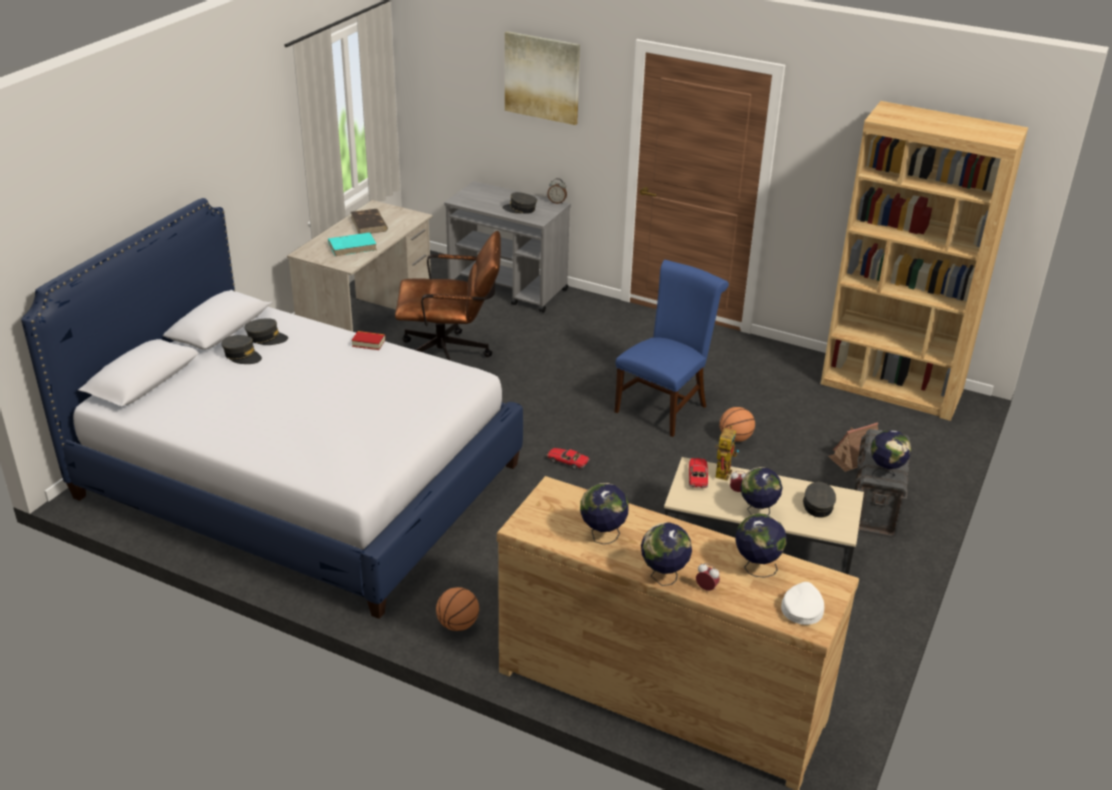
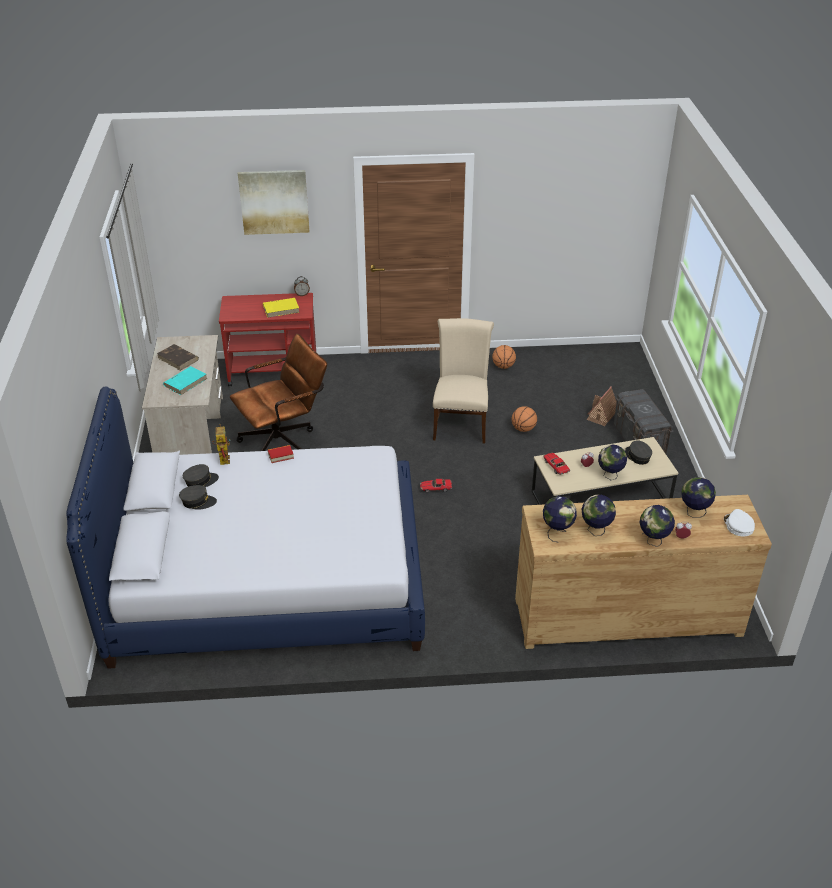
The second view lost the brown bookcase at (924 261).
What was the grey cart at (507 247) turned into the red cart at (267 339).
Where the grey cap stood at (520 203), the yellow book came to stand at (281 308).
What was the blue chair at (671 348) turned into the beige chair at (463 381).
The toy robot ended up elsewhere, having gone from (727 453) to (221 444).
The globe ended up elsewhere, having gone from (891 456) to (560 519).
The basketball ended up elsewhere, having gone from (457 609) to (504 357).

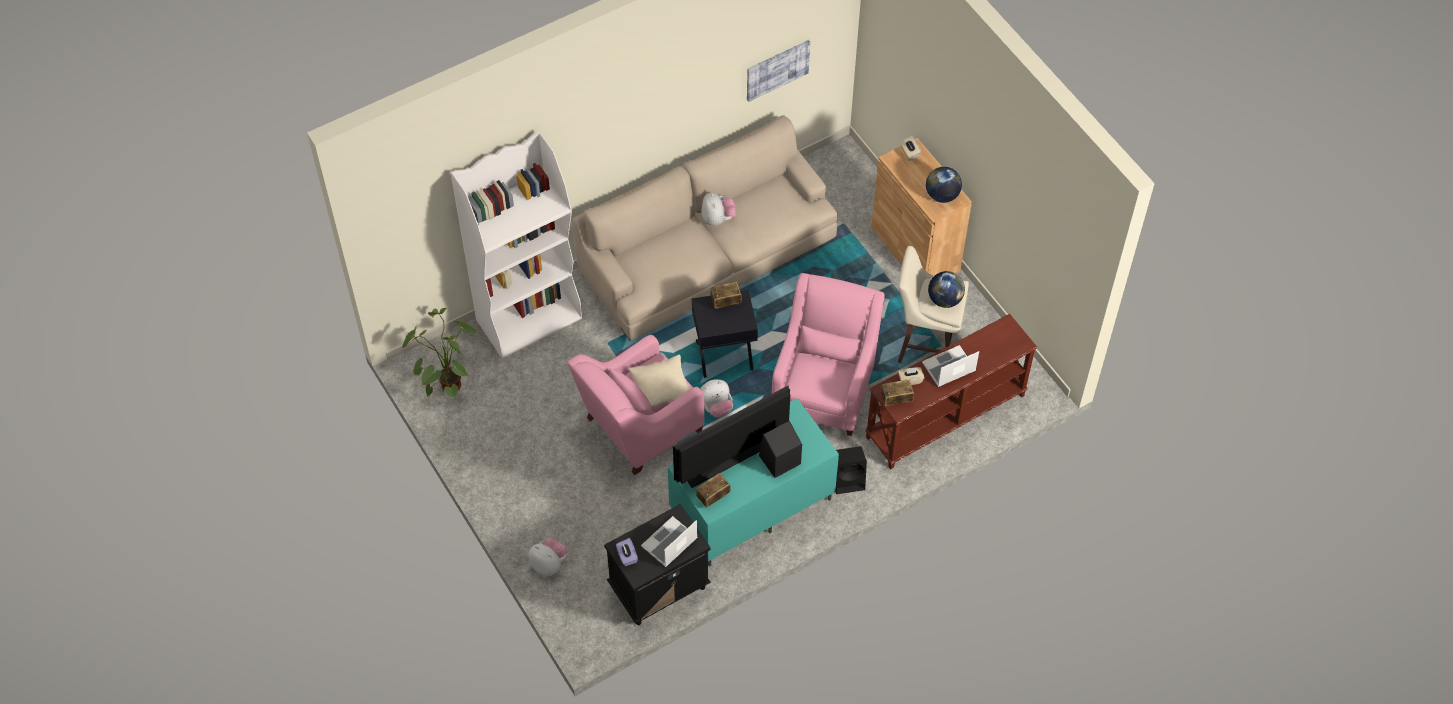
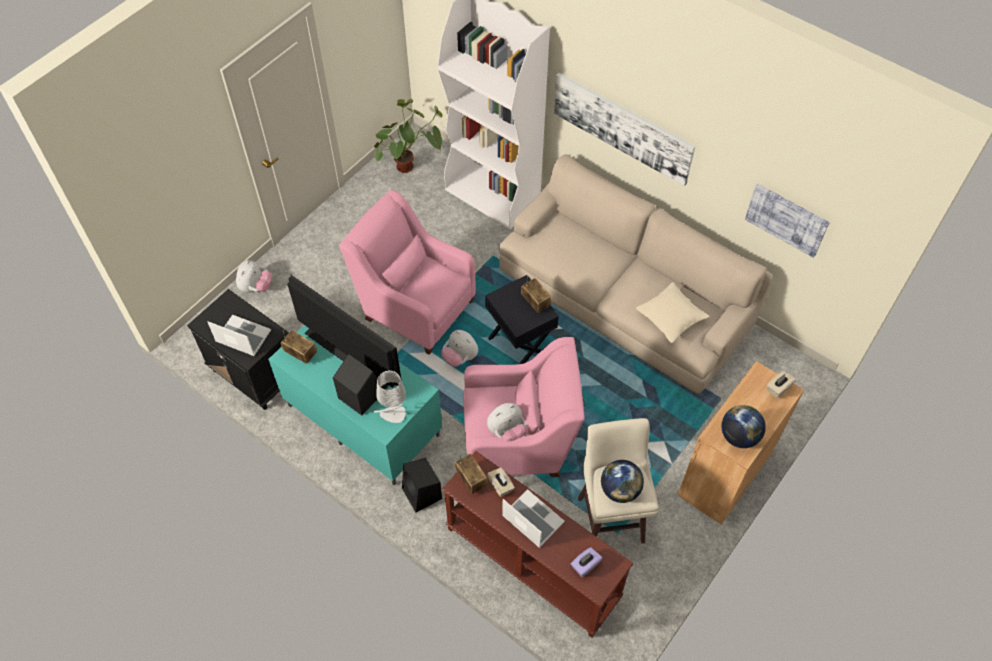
The plush toy ended up elsewhere, having gone from (719 209) to (507 422).
The beige pillow ended up elsewhere, having gone from (660 381) to (673 312).
The purple tissue box ended up elsewhere, having gone from (627 552) to (587 562).
The second view gained the picture at (625 129).
The second view gained the grey table lamp at (390 397).

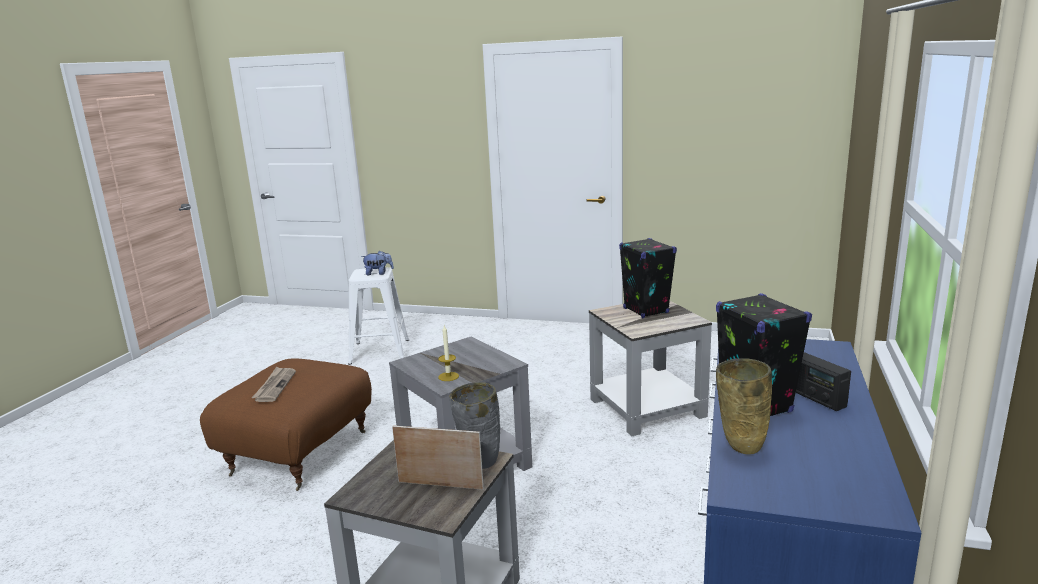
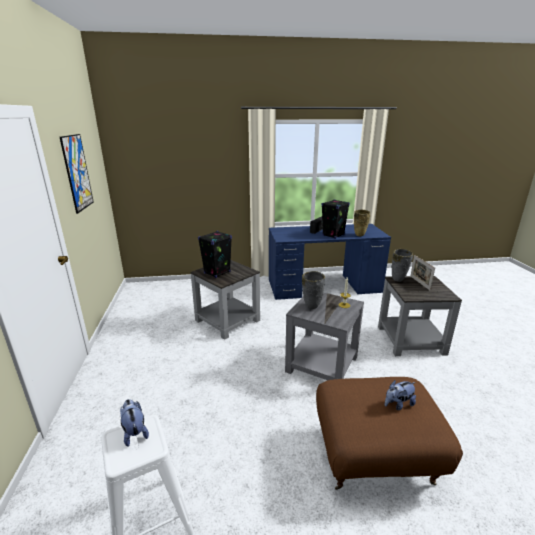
Where the newspaper stood at (274 384), the plush toy came to stand at (400 395).
The second view gained the picture at (77 174).
The second view gained the grey vase at (313 290).

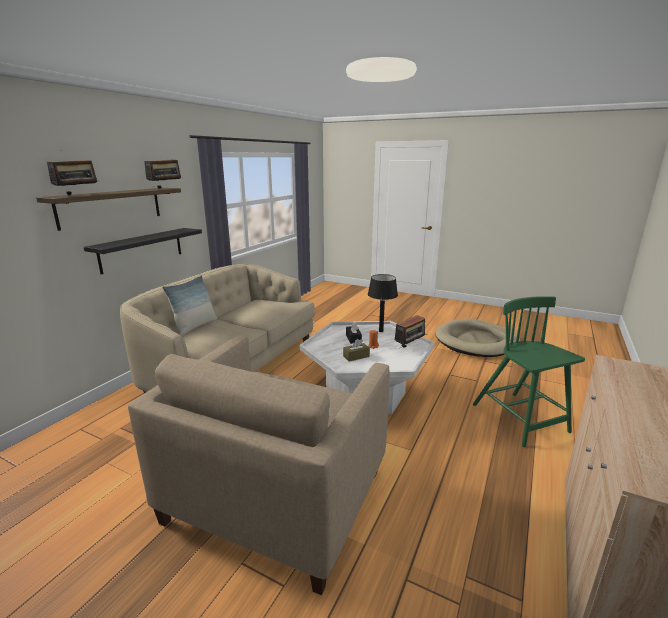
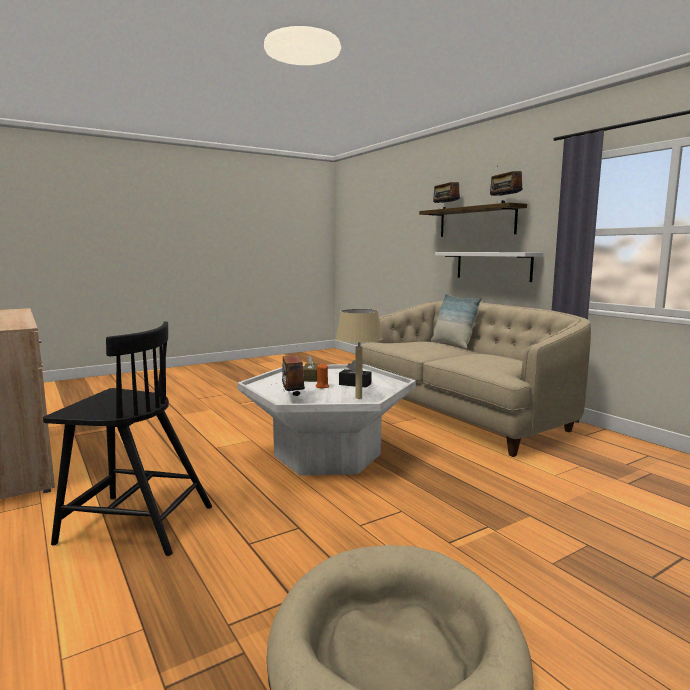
What was the black shelf at (143 251) turned into the white shelf at (489 267).
What was the black table lamp at (383 303) turned into the beige table lamp at (359 354).
What was the green chair at (529 371) turned into the black chair at (127 439).
The second view lost the beige armchair at (259 465).

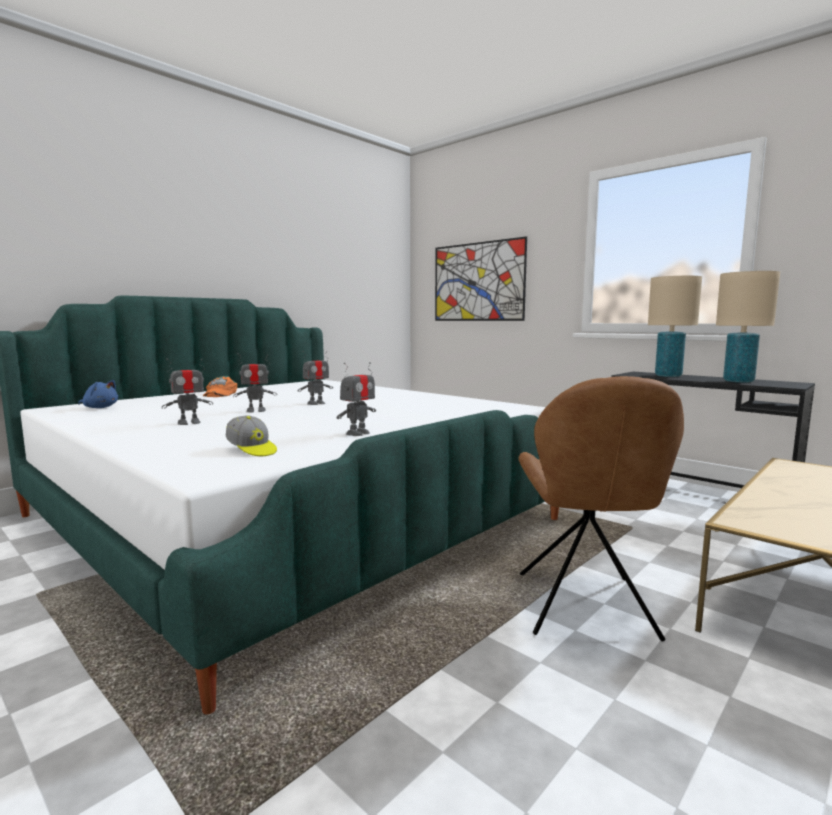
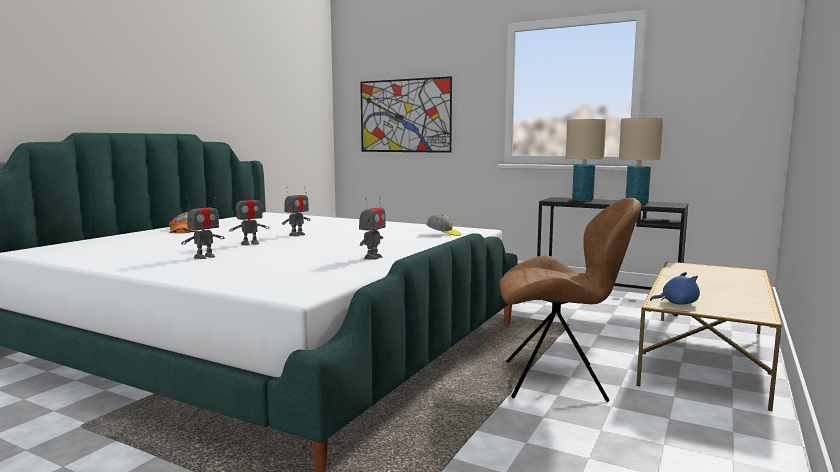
The brown chair at (601 508) ended up facing another way, 75 degrees counterclockwise from before.
The blue plush toy ended up elsewhere, having gone from (98 394) to (675 288).
The cap ended up elsewhere, having gone from (251 435) to (443 225).

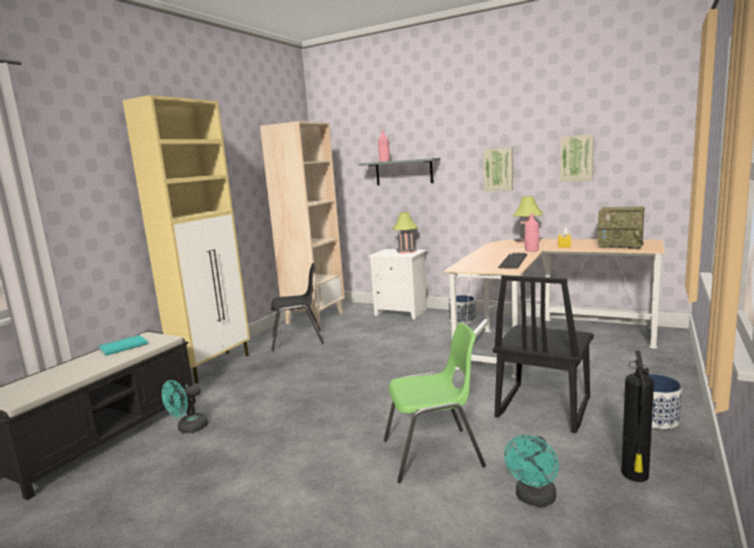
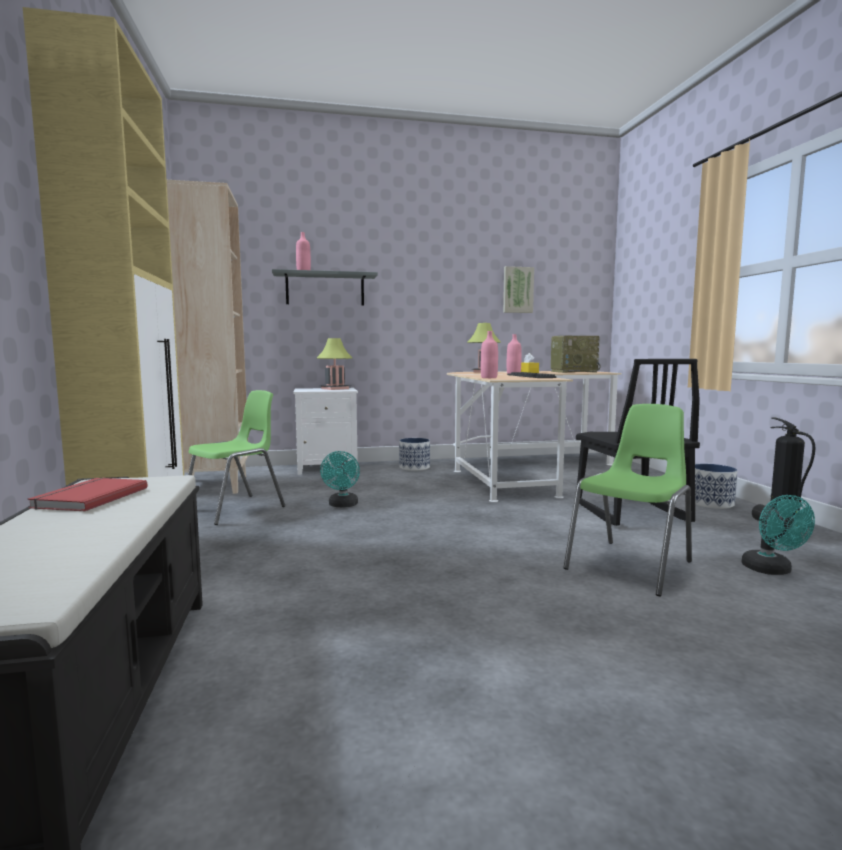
The second view lost the picture at (498 169).
What was the black chair at (297 307) turned into the green chair at (236 457).
What was the turquoise book at (123 345) turned into the red book at (88 494).
The turquoise fan ended up elsewhere, having gone from (185 407) to (340 479).
The second view gained the pink bottle at (489 354).

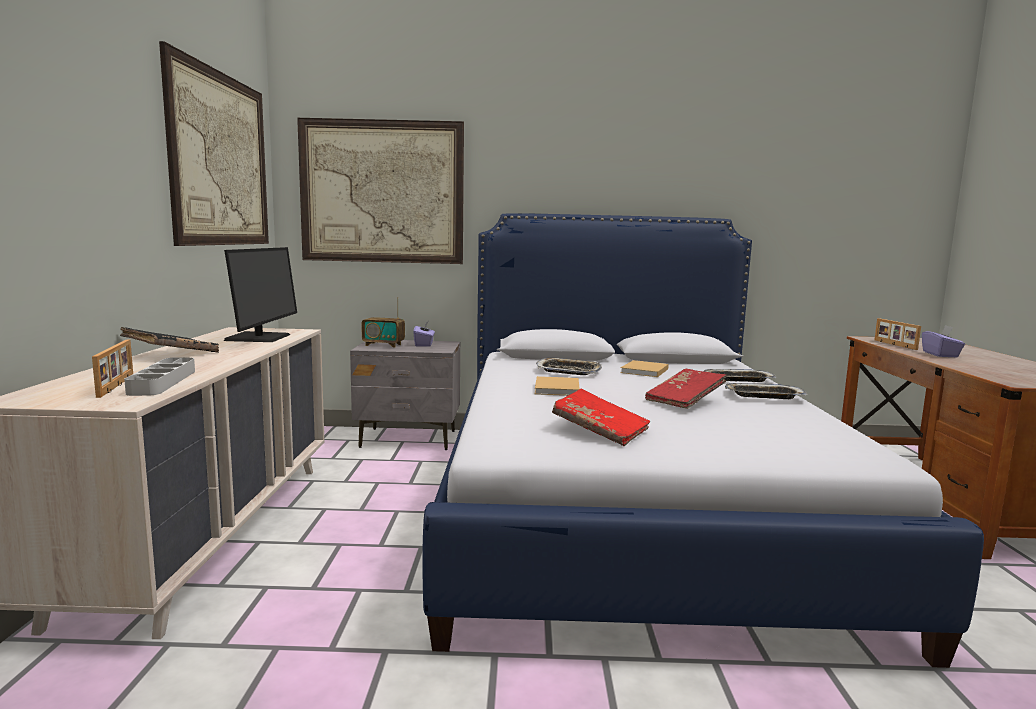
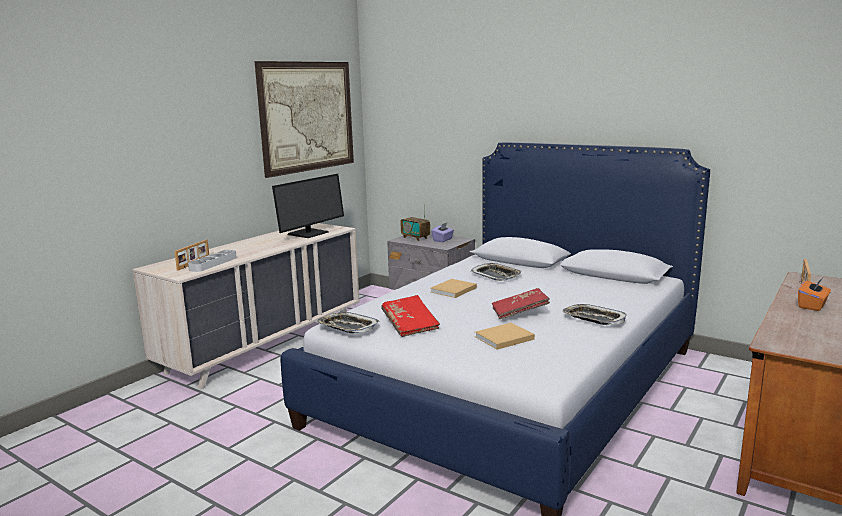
The second view lost the picture at (380 191).
What was the purple tissue box at (943 341) turned into the orange tissue box at (814 294).
The second view lost the black book at (169 340).
The beige book ended up elsewhere, having gone from (644 368) to (505 336).
The tray ended up elsewhere, having gone from (740 375) to (348 322).

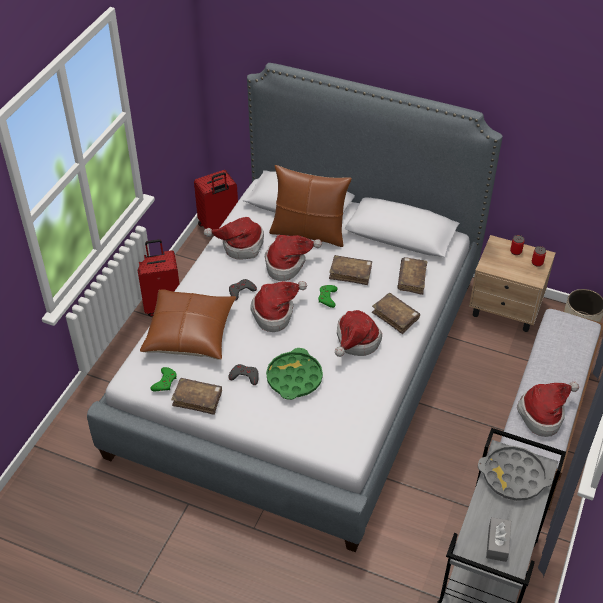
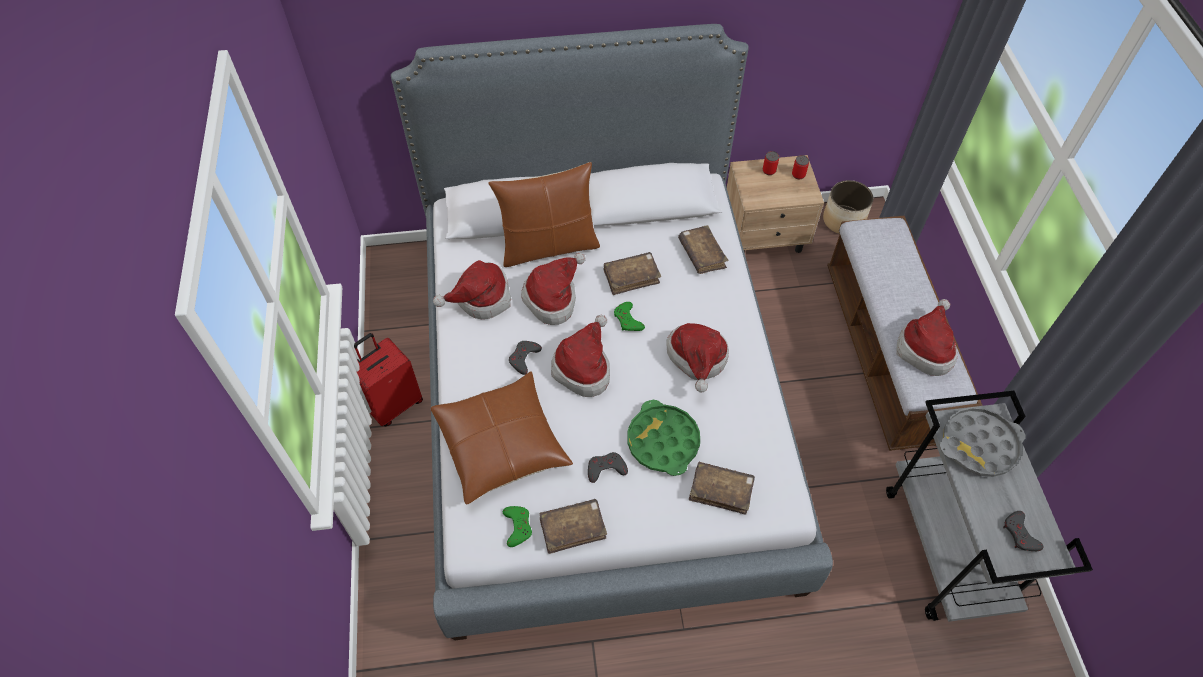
The second view lost the red suitcase at (216 200).
The brown book ended up elsewhere, having gone from (396 313) to (722 488).
Where the grey tissue box stood at (498 539), the grey game controller came to stand at (1023 531).

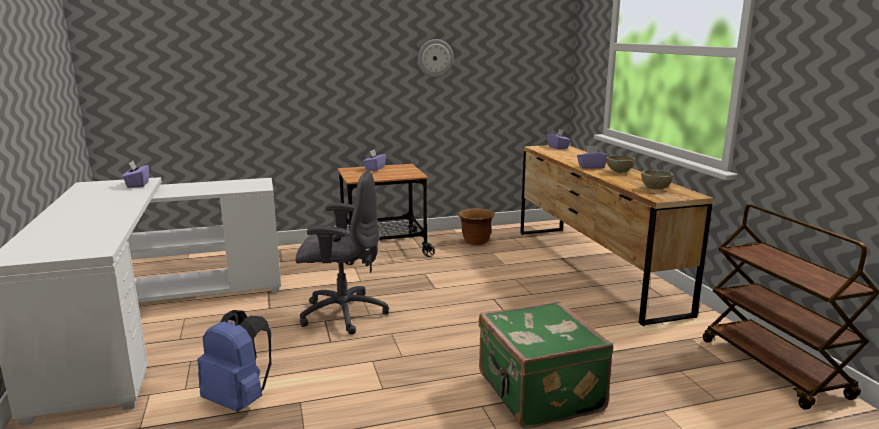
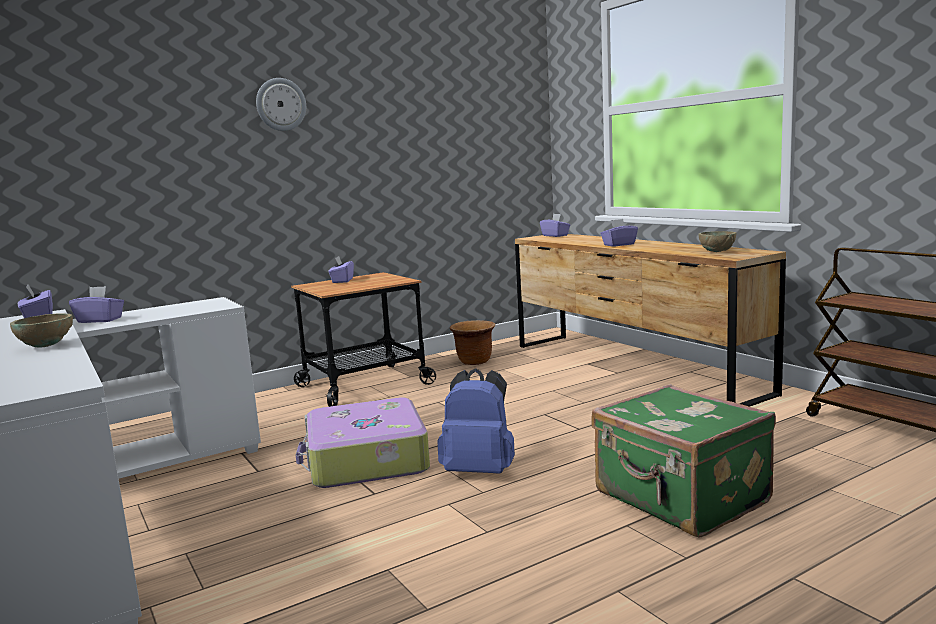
The wall clock ended up elsewhere, having gone from (436 58) to (281 104).
The beige bowl ended up elsewhere, having gone from (620 164) to (41 330).
Where the grey office chair stood at (342 252), the suitcase came to stand at (363 442).
The blue backpack ended up elsewhere, having gone from (234 361) to (476 421).
The second view gained the purple tissue box at (96 304).

